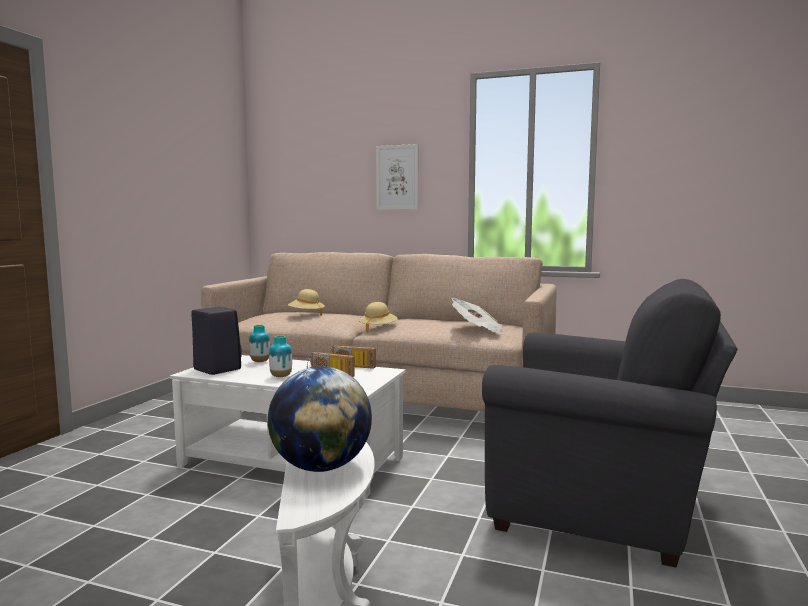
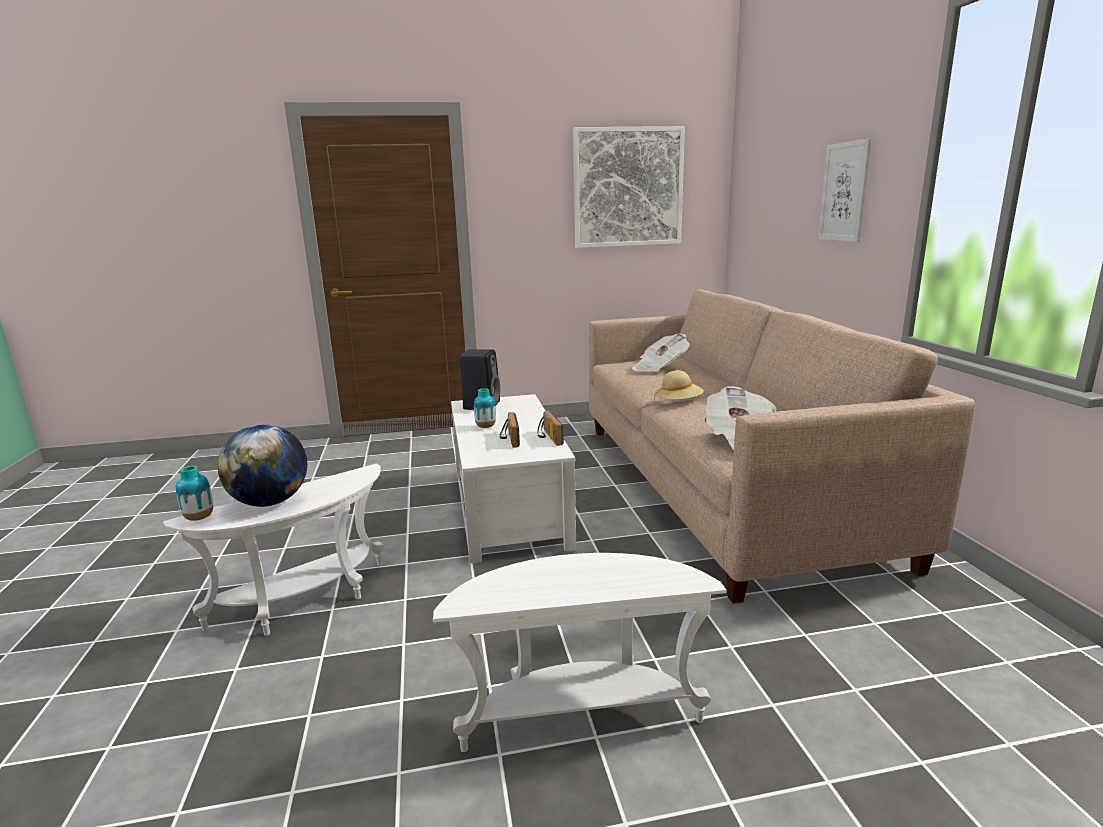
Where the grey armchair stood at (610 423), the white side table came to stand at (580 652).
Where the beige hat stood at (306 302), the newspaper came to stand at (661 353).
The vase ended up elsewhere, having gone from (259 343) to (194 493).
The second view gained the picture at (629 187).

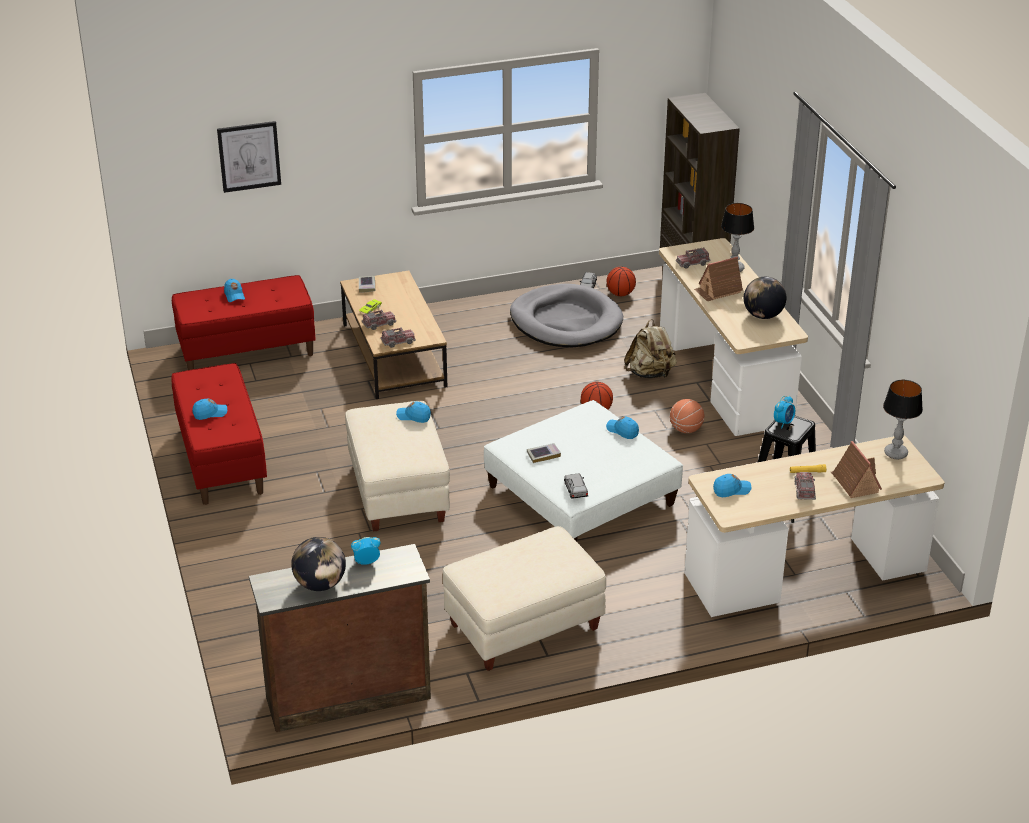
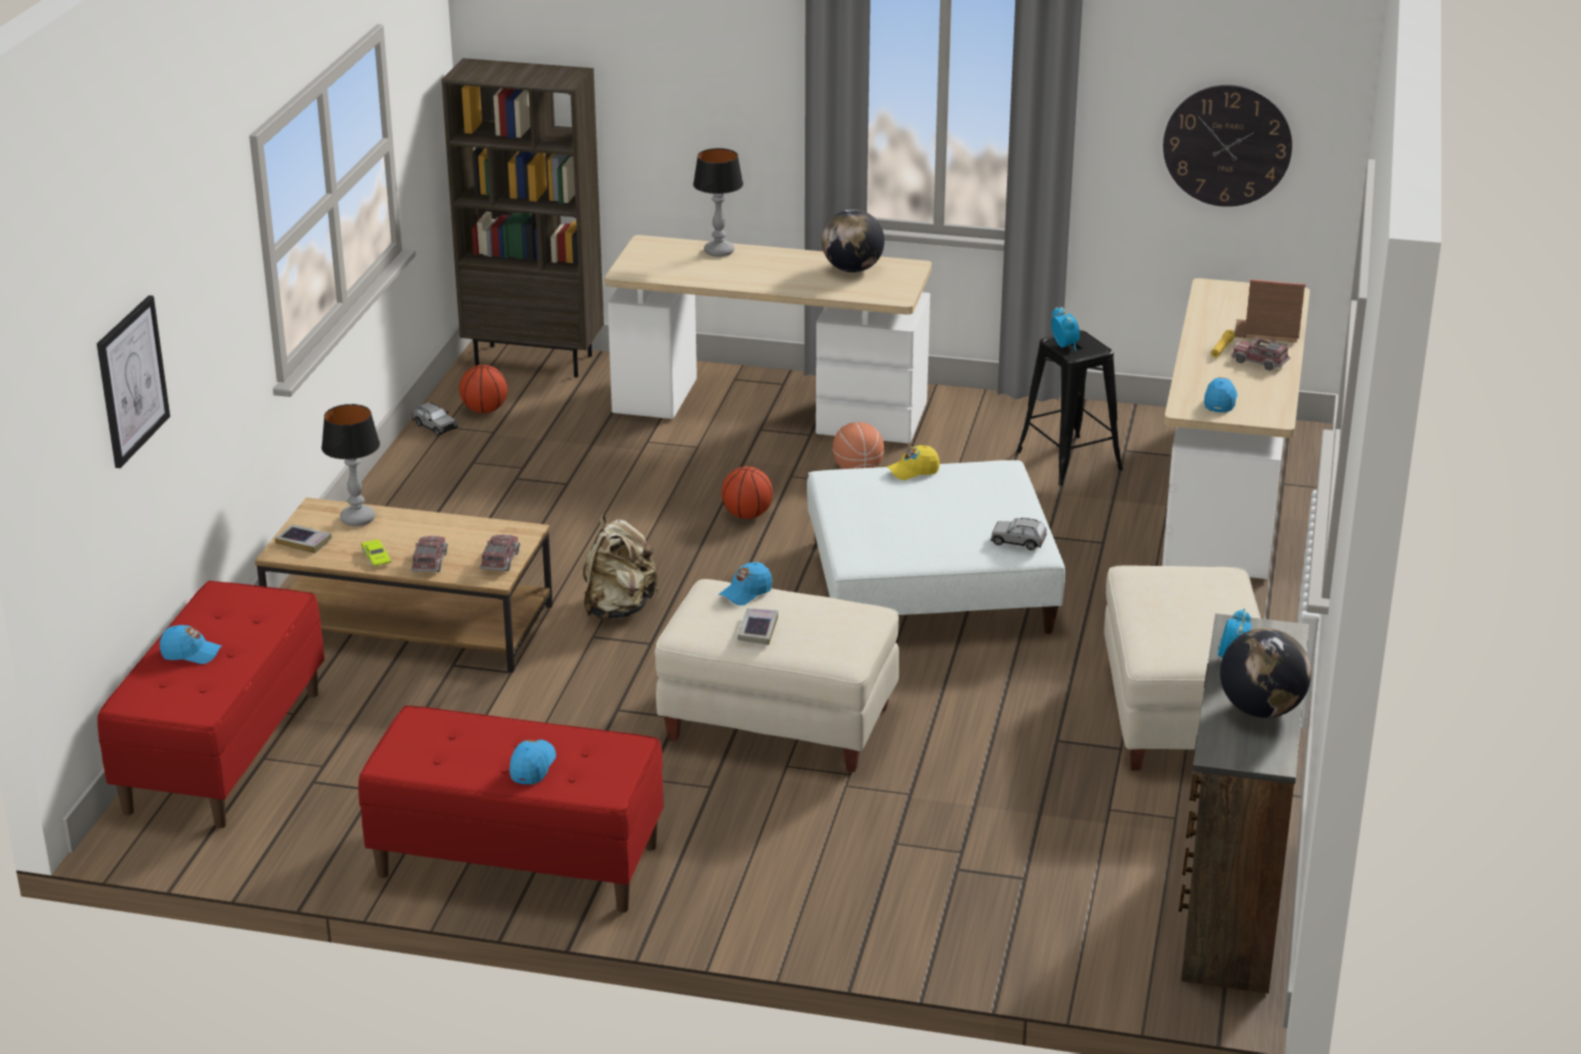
The second view lost the toy truck at (693 258).
The second view lost the toy house at (718 279).
The second view lost the grey dog bed at (566 315).
The beige backpack ended up elsewhere, having gone from (650 349) to (621 567).
The table lamp ended up elsewhere, having gone from (903 419) to (350 465).
What was the blue cap at (622 427) turned into the yellow cap at (913 462).
The book ended up elsewhere, having gone from (544 453) to (758 626).
The second view gained the wall clock at (1227 146).

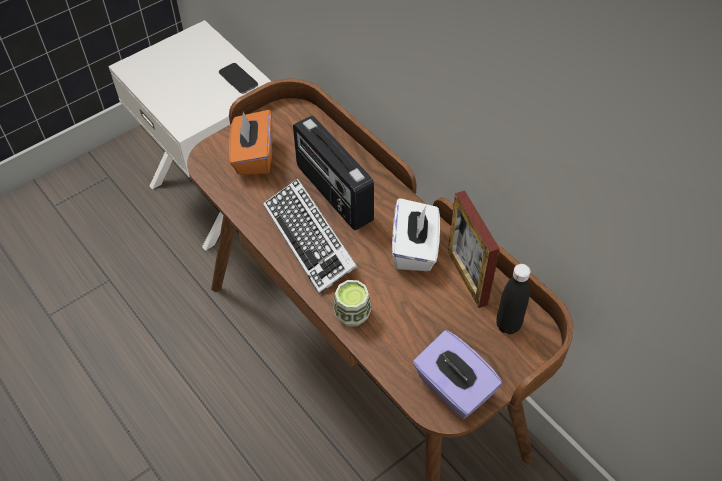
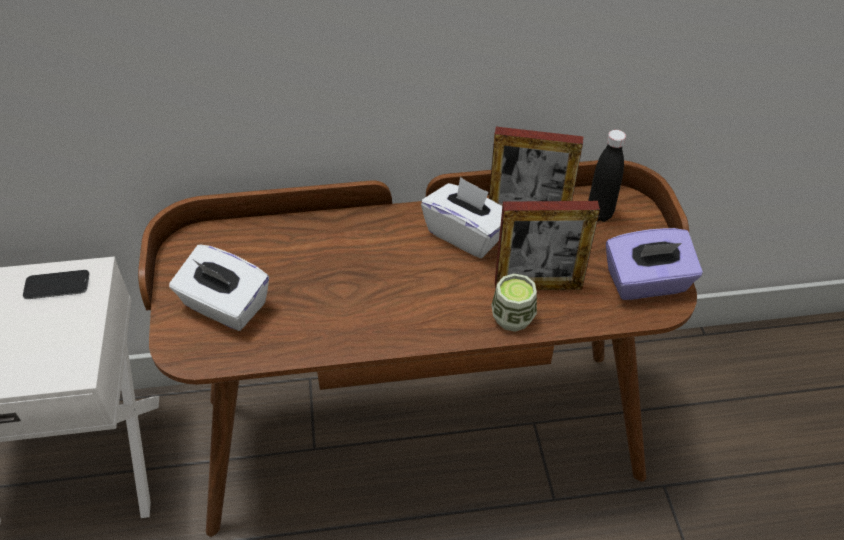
What was the orange tissue box at (250 142) turned into the white tissue box at (219 287).
The second view lost the radio at (333 173).
The second view lost the keyboard at (310 236).
The second view gained the picture frame at (547 245).

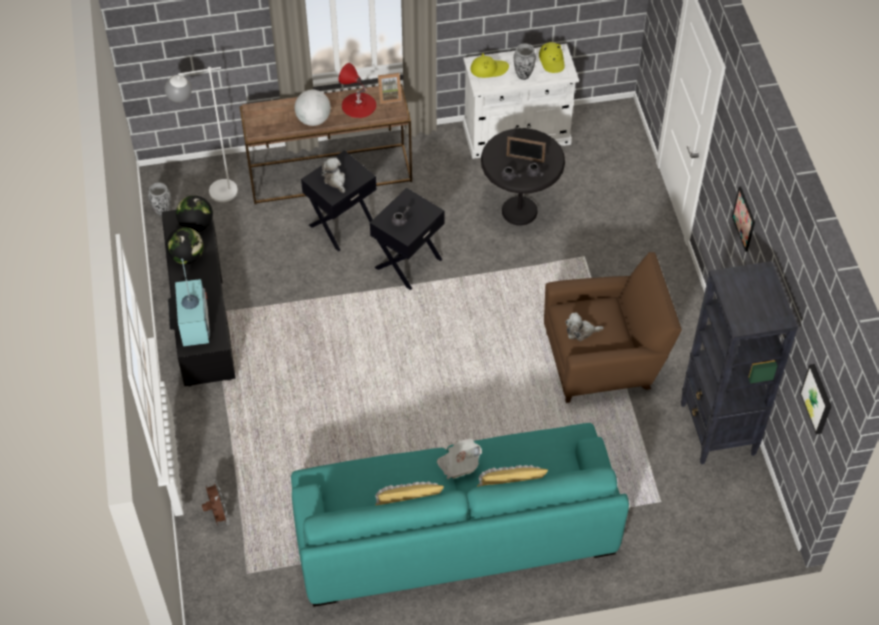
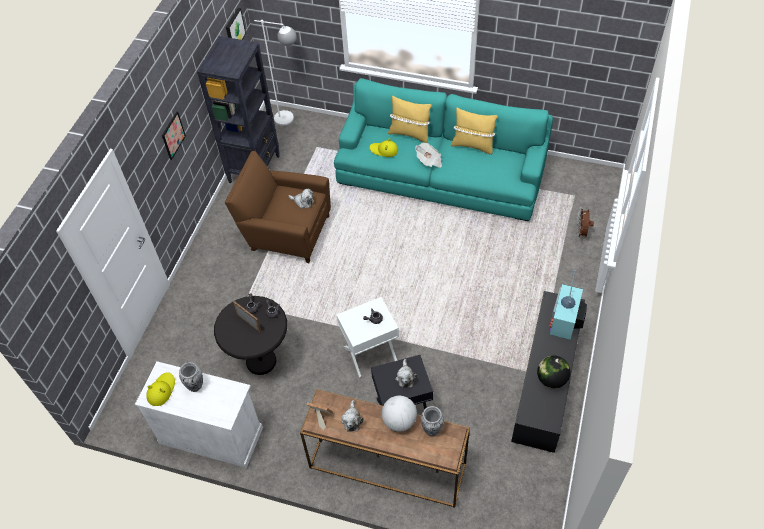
The yellow hat ended up elsewhere, having gone from (489 65) to (384 147).
Where the red table lamp stood at (357 90), the plush toy came to stand at (352 416).
The white floor lamp ended up elsewhere, having gone from (201 134) to (275 73).
The vase ended up elsewhere, having gone from (159 199) to (432 421).
What was the black side table at (407 239) turned into the white side table at (368 337).
The second view lost the globe at (194 214).

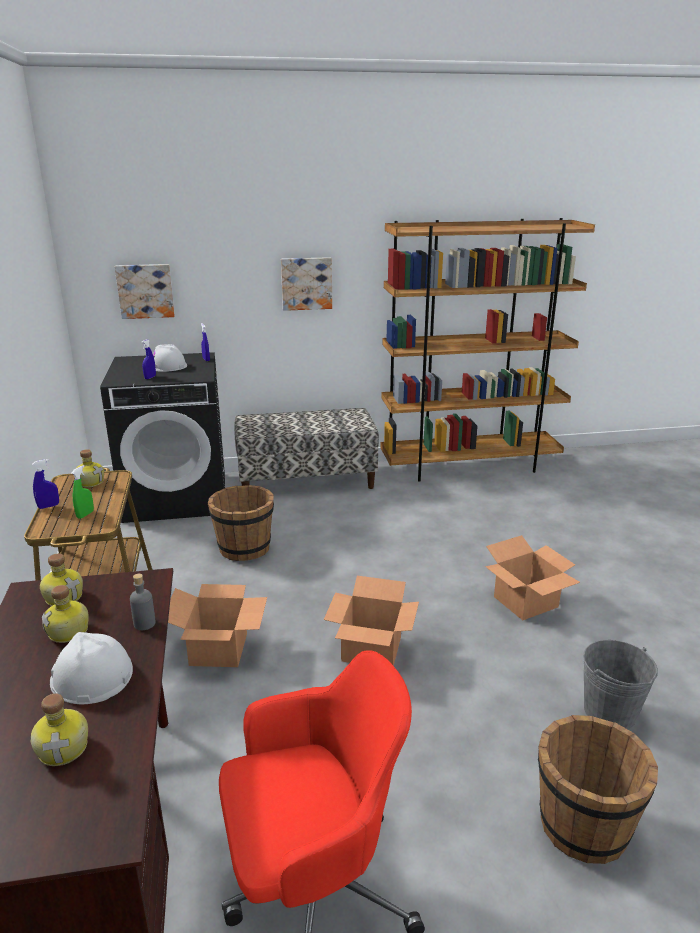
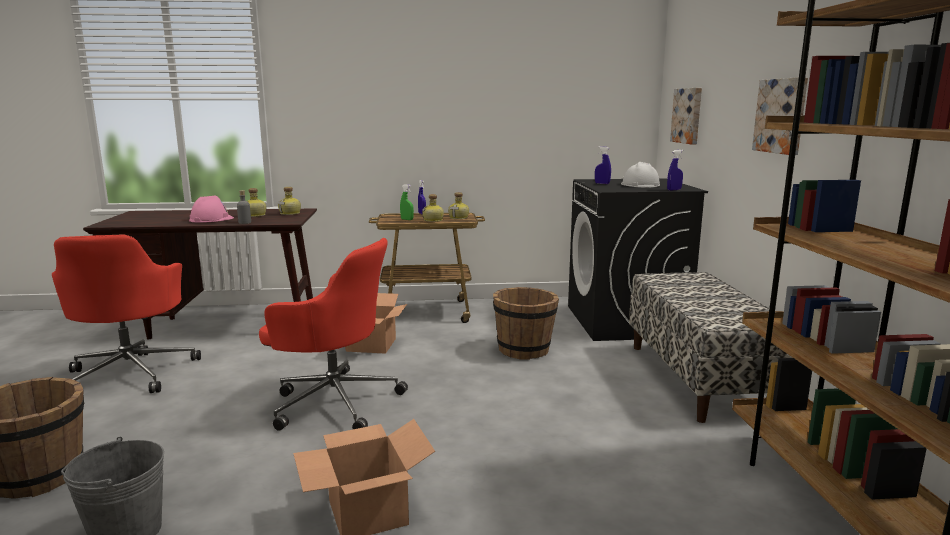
Where the cardboard box stood at (371 621), the red office chair came to stand at (333 334).
What was the white hard hat at (91 668) turned into the pink hard hat at (211 209).
The bottle ended up elsewhere, having gone from (59 730) to (433 208).

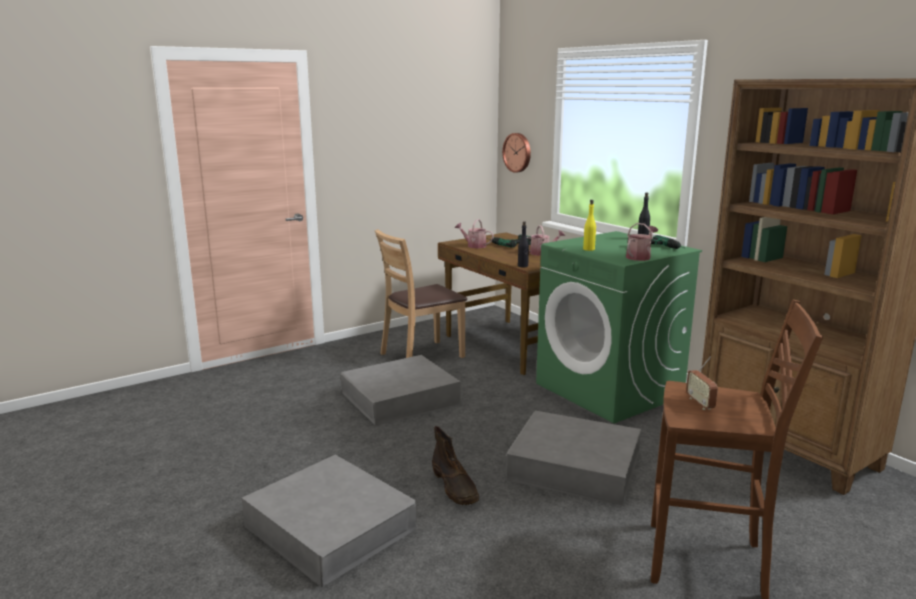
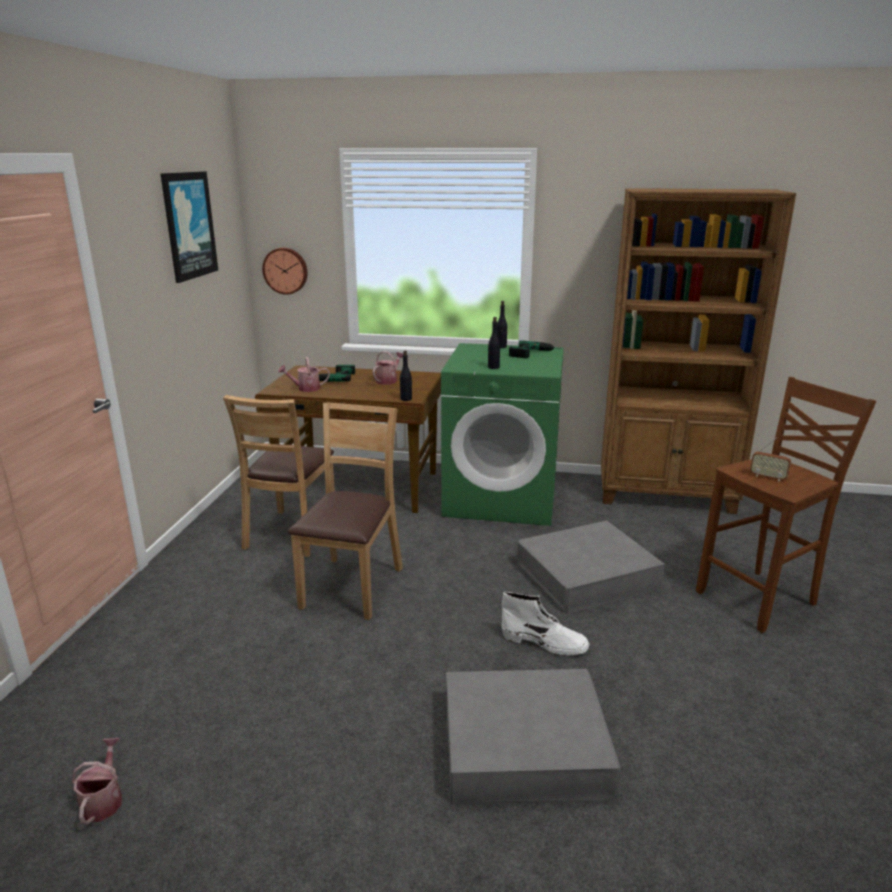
What was the yellow bottle at (589 225) turned into the black bottle at (494 343).
The watering can ended up elsewhere, having gone from (642 242) to (97 781).
Where the grey storage box stood at (400 390), the brown chair came to stand at (345 511).
What was the brown boot at (455 465) turned into the white boot at (545 624).
The second view gained the picture at (189 227).

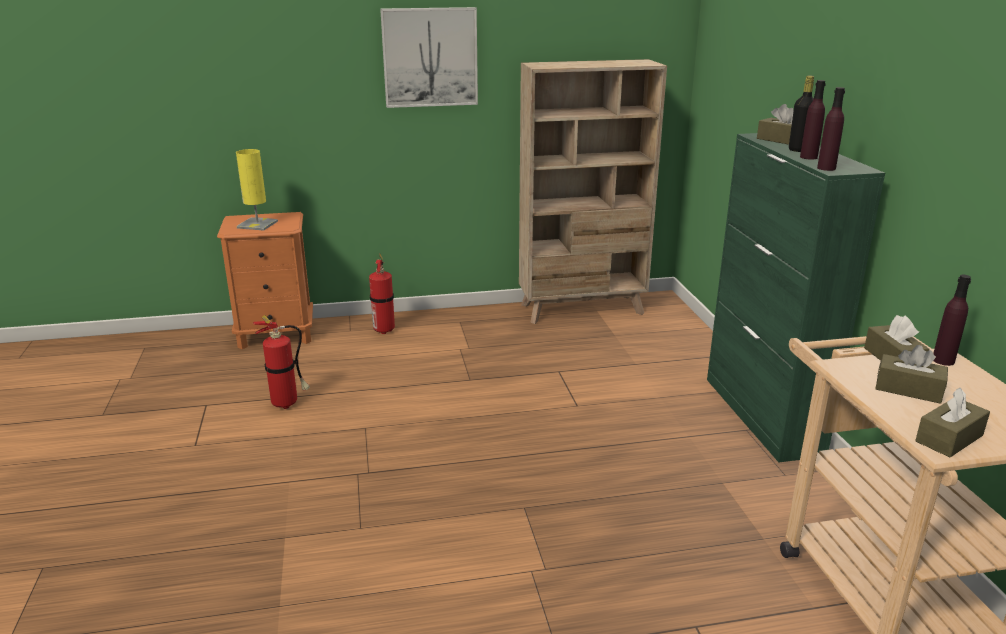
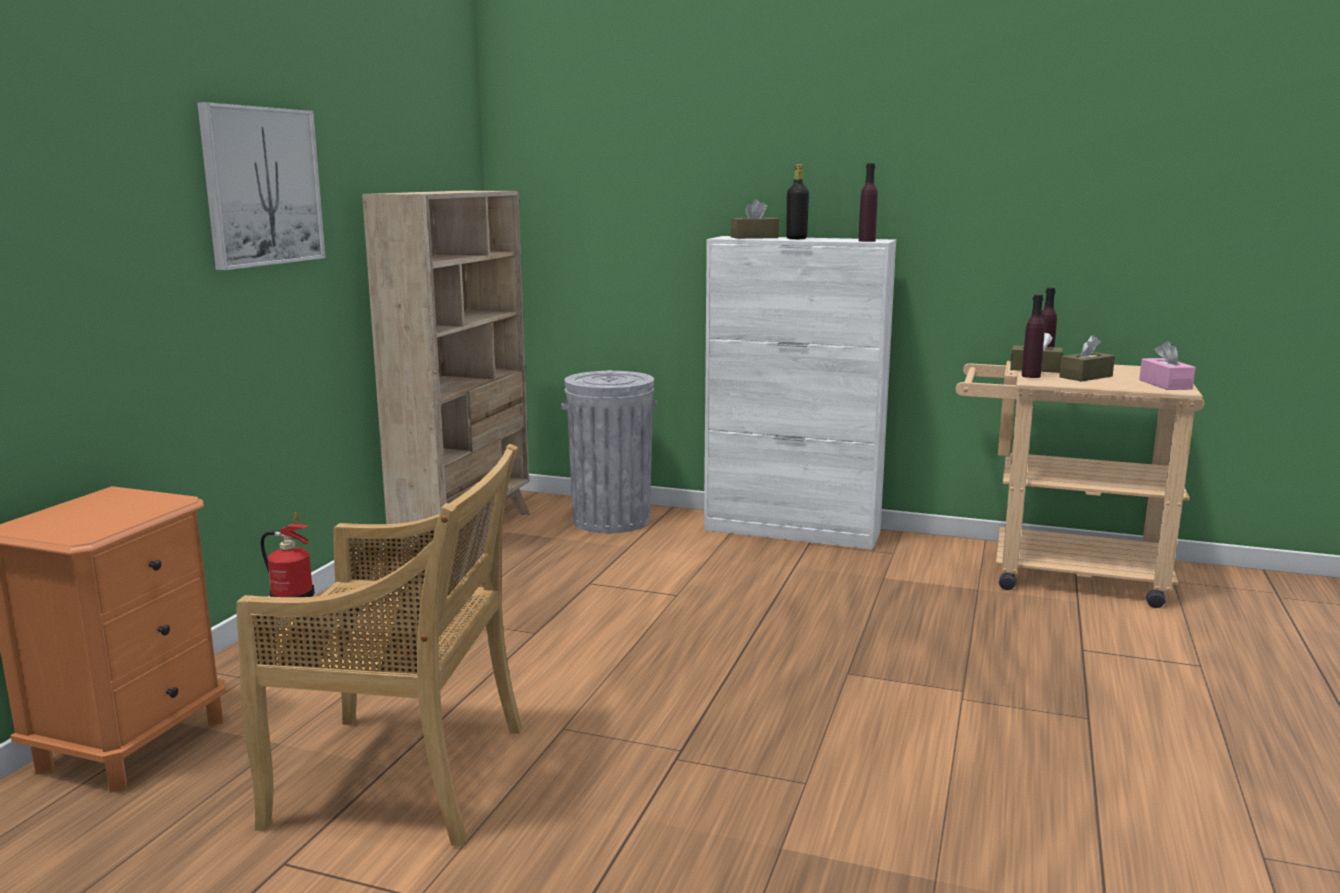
The purple bottle ended up elsewhere, having gone from (813 120) to (1033 336).
What was the green cabinet at (796 297) turned into the white cabinet at (800 392).
The second view lost the yellow table lamp at (257 190).
Where the fire extinguisher stood at (281 362), the beige chair came to stand at (379 645).
What was the brown tissue box at (952 422) turned into the pink tissue box at (1167 365).
The second view gained the grey trash can at (609 451).

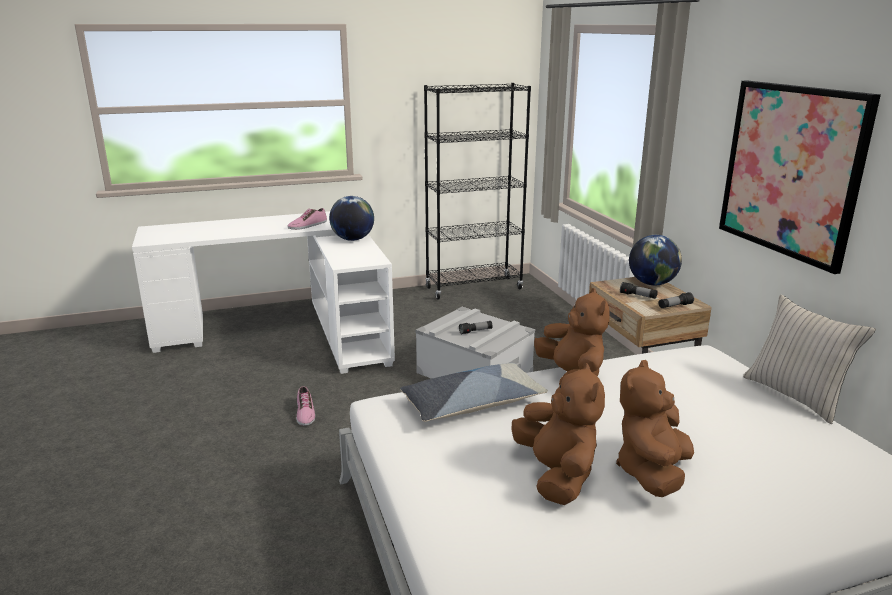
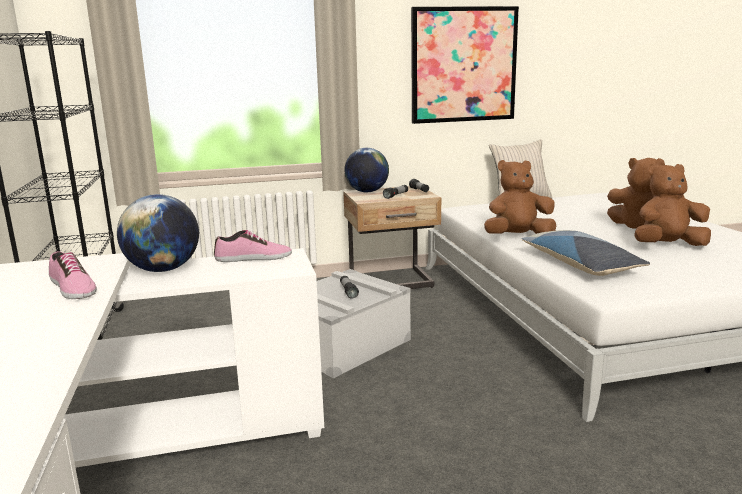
The shoe ended up elsewhere, having gone from (305 406) to (253 246).

